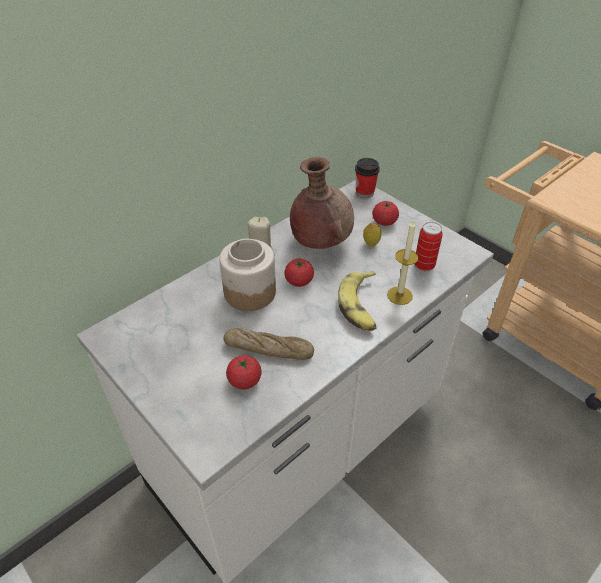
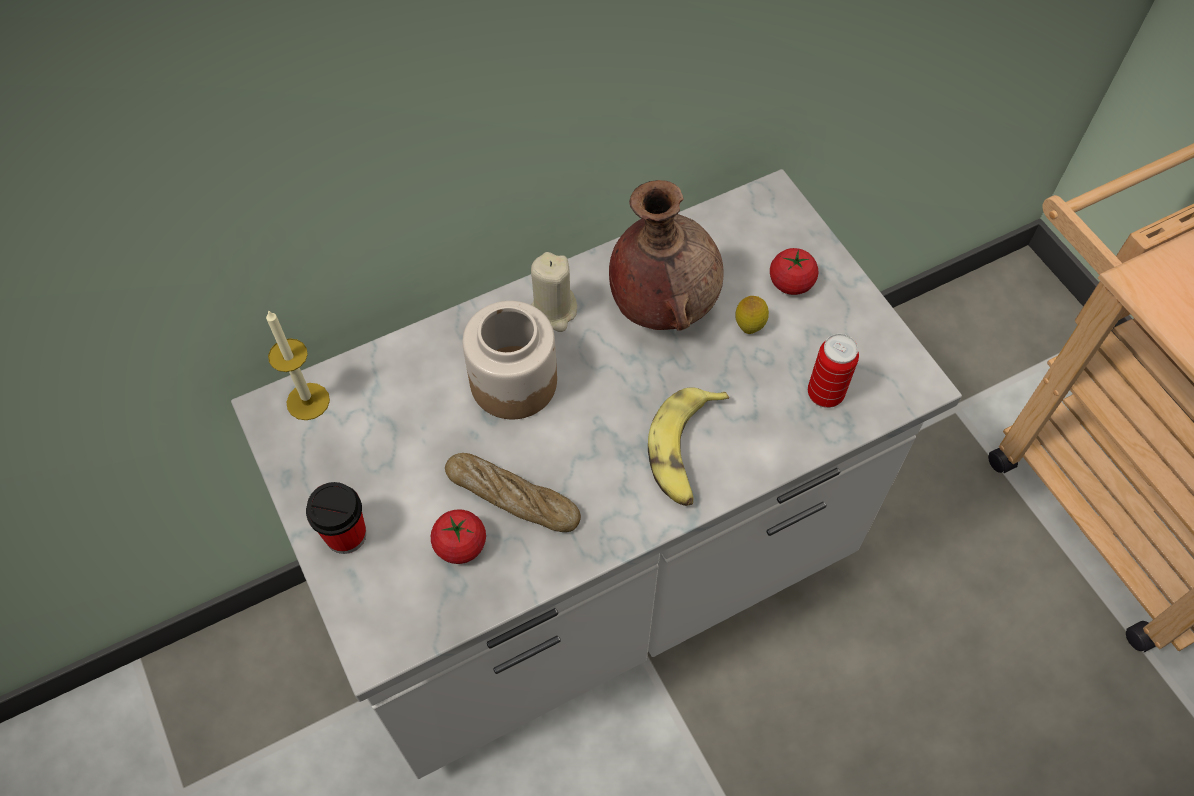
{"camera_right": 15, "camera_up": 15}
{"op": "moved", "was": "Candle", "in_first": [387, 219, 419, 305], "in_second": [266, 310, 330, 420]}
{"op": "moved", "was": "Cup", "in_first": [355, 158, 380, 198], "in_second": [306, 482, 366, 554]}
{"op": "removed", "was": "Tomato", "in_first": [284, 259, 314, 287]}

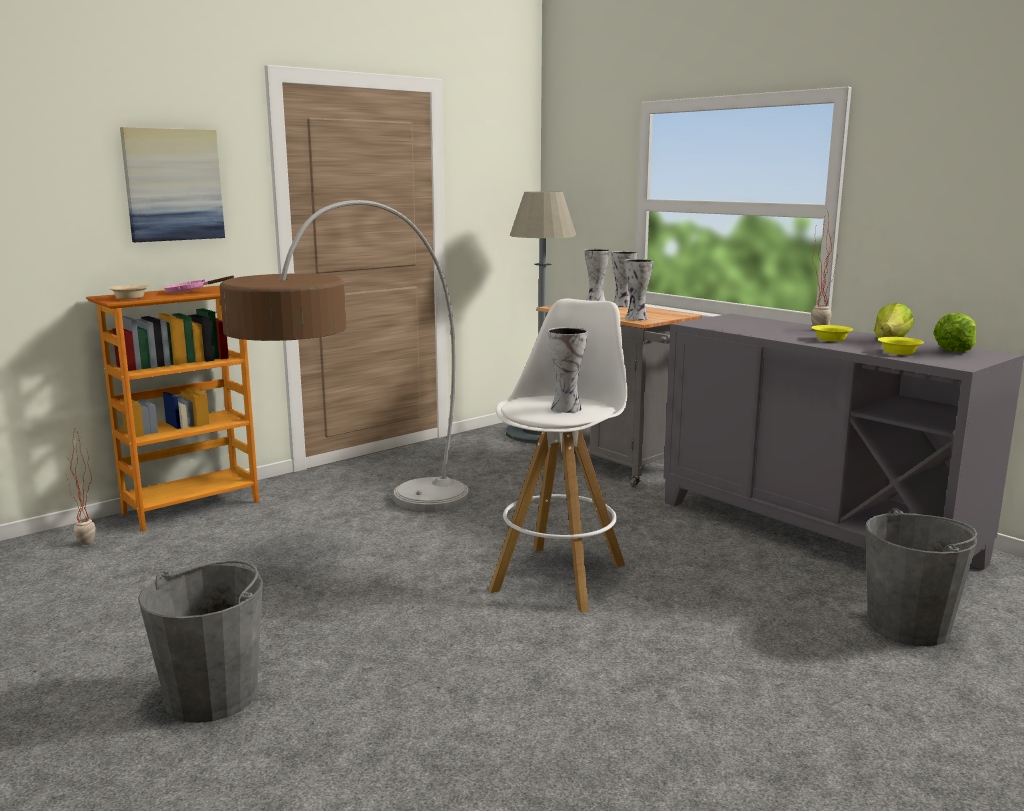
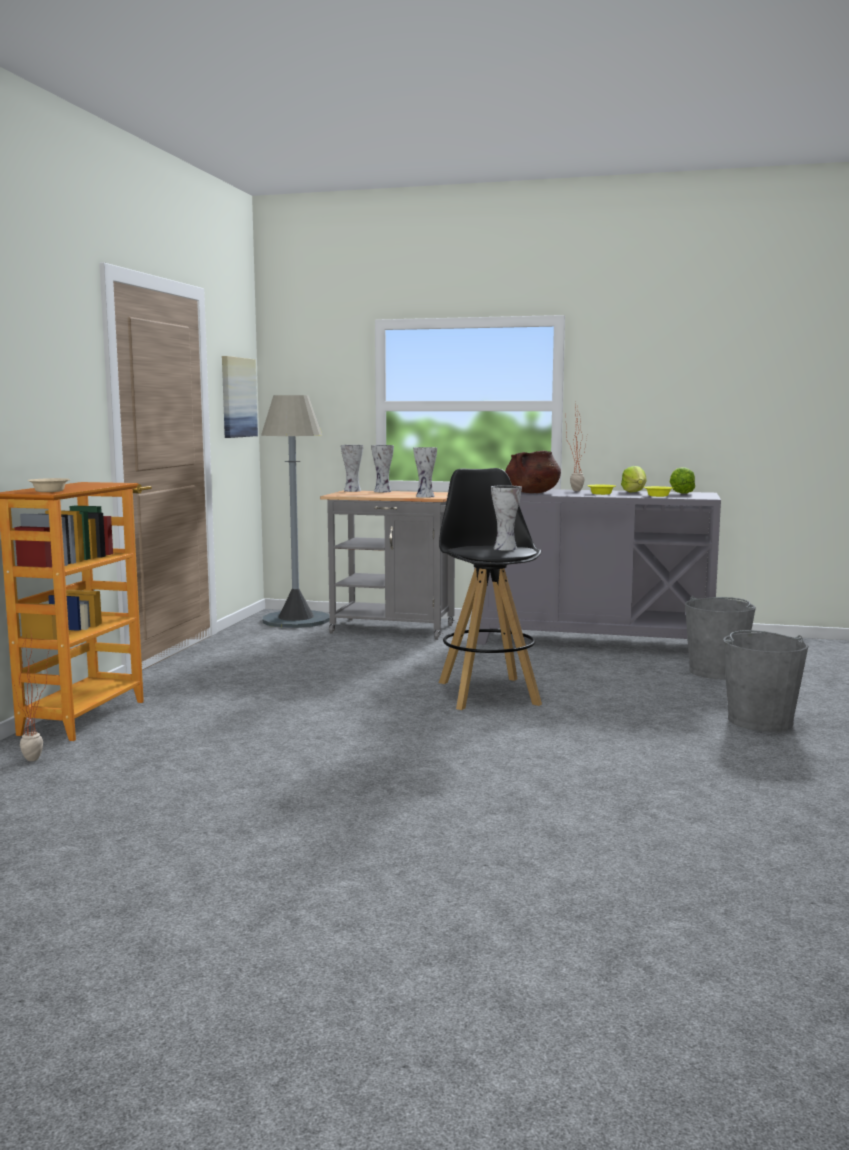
{"camera_right": -35, "camera_up": -5}
{"op": "moved", "was": "Picture", "in_first": [120, 127, 225, 242], "in_second": [222, 356, 258, 438]}
{"op": "recoloured", "was": "WhiteStool", "now": "BlackStool", "in_first": [489, 298, 627, 613], "in_second": [439, 468, 542, 710]}
{"op": "added", "now": "BrownCookingPot", "in_second": [505, 451, 561, 493]}
{"op": "moved", "was": "GreyBucket", "in_first": [138, 561, 263, 723], "in_second": [723, 630, 809, 732]}
{"op": "removed", "was": "PinkFryingPan", "in_first": [164, 276, 234, 293]}
{"op": "removed", "was": "FloorLamp", "in_first": [219, 200, 469, 512]}

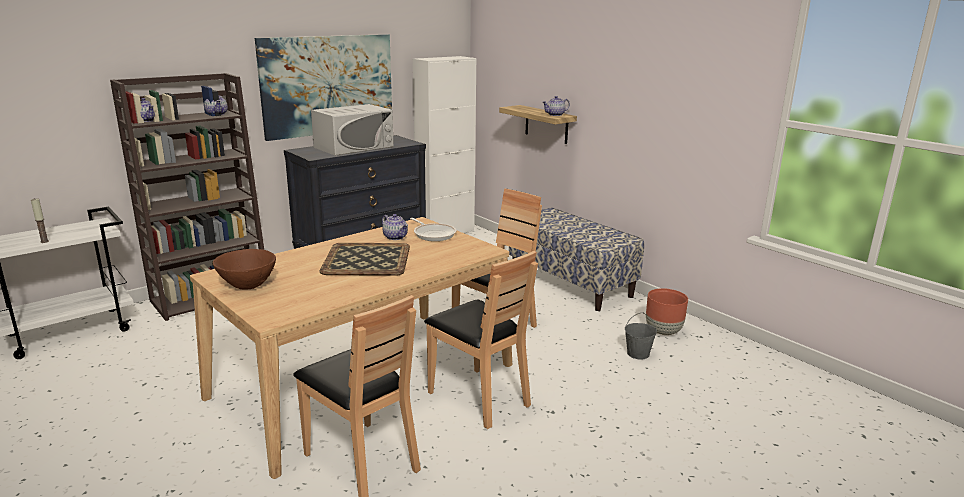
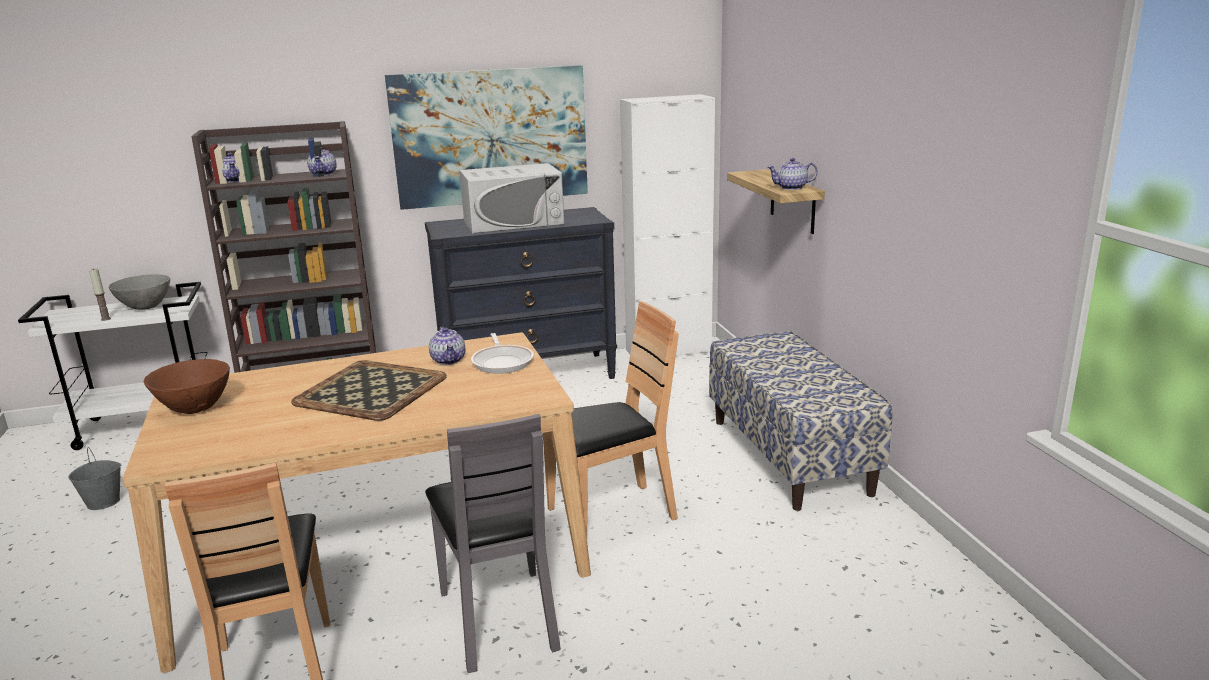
{"camera_right": 25, "camera_up": 0}
{"op": "moved", "was": "GreyBucket", "in_first": [625, 312, 657, 360], "in_second": [68, 447, 122, 510]}
{"op": "added", "now": "GreyBowl", "in_second": [109, 274, 170, 310]}
{"op": "recoloured", "was": "BrownChair", "now": "GreyChair", "in_first": [424, 251, 538, 429], "in_second": [425, 414, 561, 673]}
{"op": "removed", "was": "BrownPlanter", "in_first": [646, 288, 688, 335]}

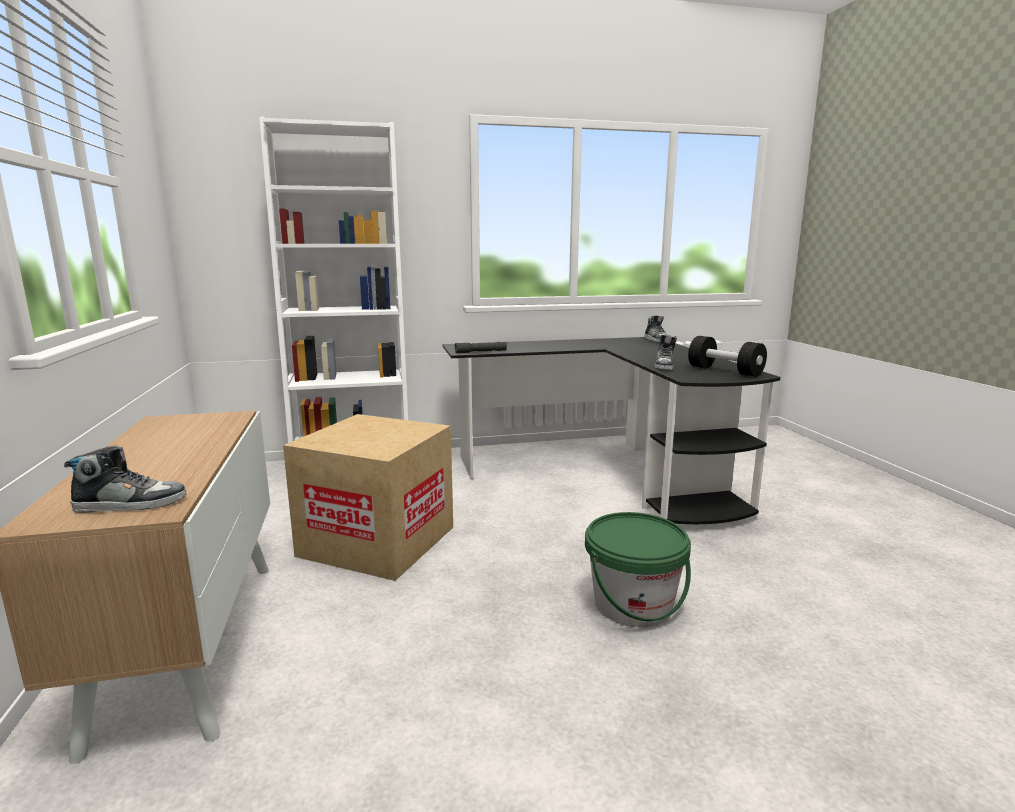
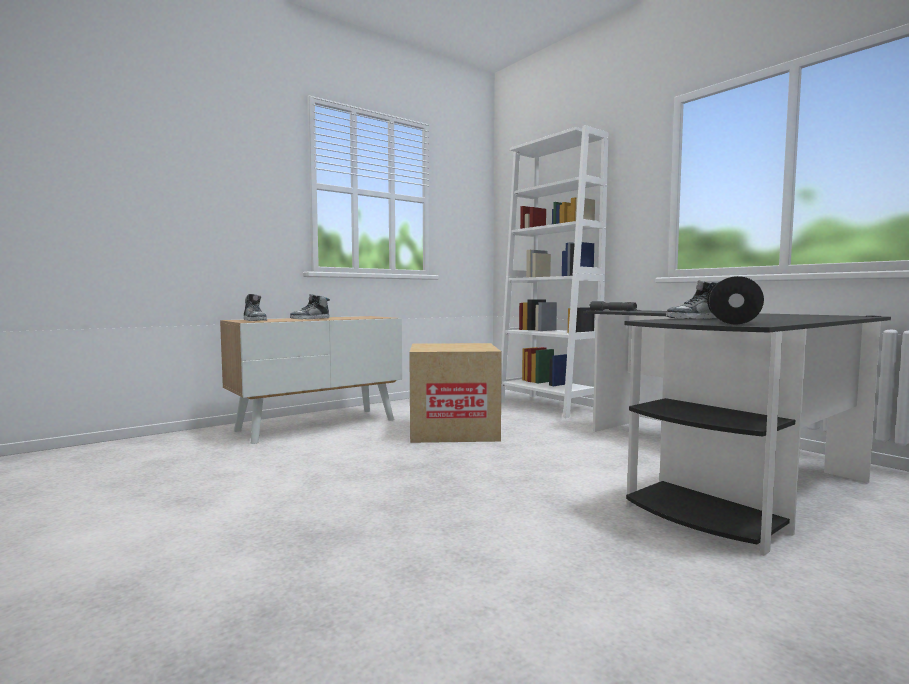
{"camera_right": 65, "camera_up": -10}
{"op": "moved", "was": "Shoe", "in_first": [645, 315, 670, 342], "in_second": [290, 294, 330, 319]}
{"op": "removed", "was": "GreenBucket", "in_first": [585, 512, 691, 627]}

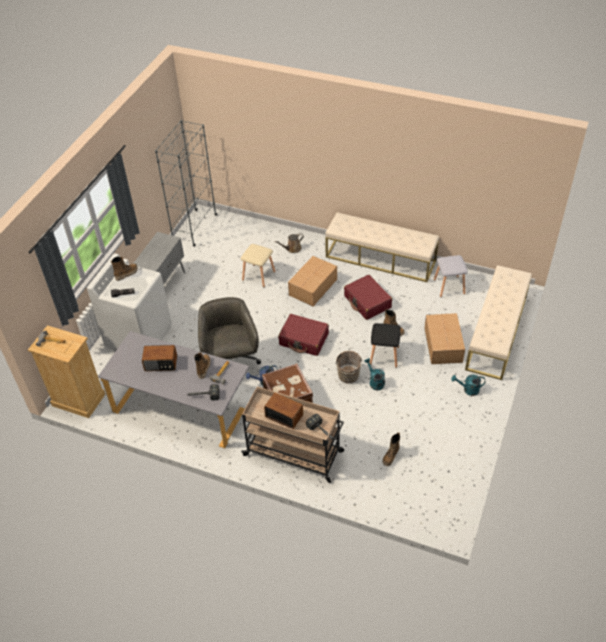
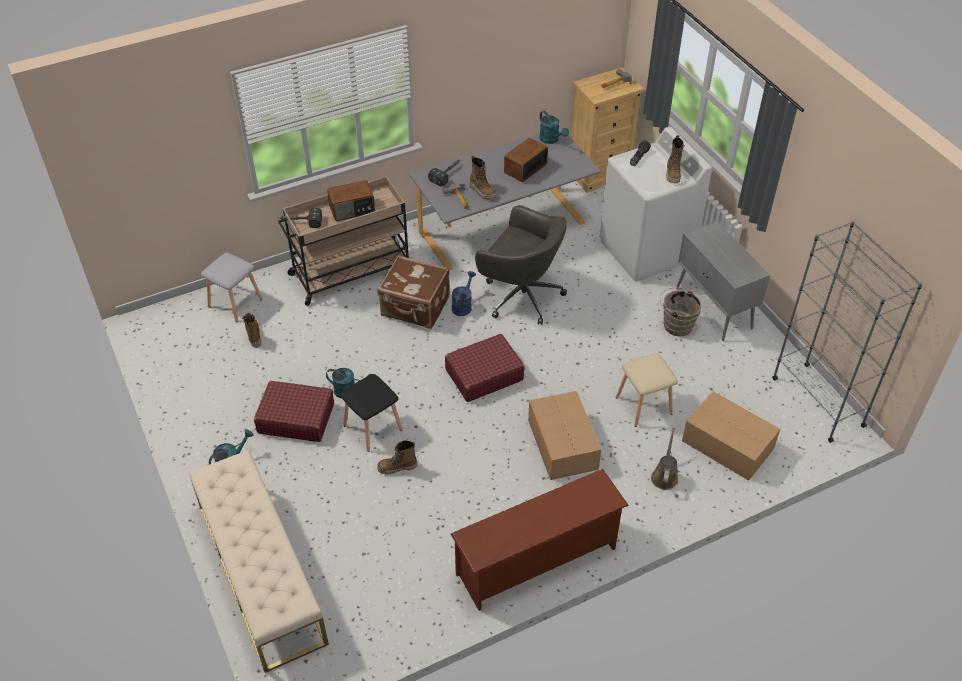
{"camera_right": 130, "camera_up": 0}
{"op": "moved", "was": "GreyStool", "in_first": [434, 255, 468, 297], "in_second": [201, 252, 263, 322]}
{"op": "moved", "was": "RedSuitcase", "in_first": [344, 275, 392, 320], "in_second": [254, 381, 334, 442]}
{"op": "replaced", "was": "BeigeBench", "now": "BrownShoeRack", "in_first": [325, 212, 439, 282], "in_second": [451, 469, 629, 611]}
{"op": "added", "now": "TurquoiseWateringCan", "in_second": [539, 111, 569, 144]}
{"op": "moved", "was": "BrownBucket", "in_first": [336, 351, 363, 384], "in_second": [660, 288, 702, 337]}
{"op": "moved", "was": "CardboardBox", "in_first": [424, 313, 465, 364], "in_second": [682, 391, 780, 481]}

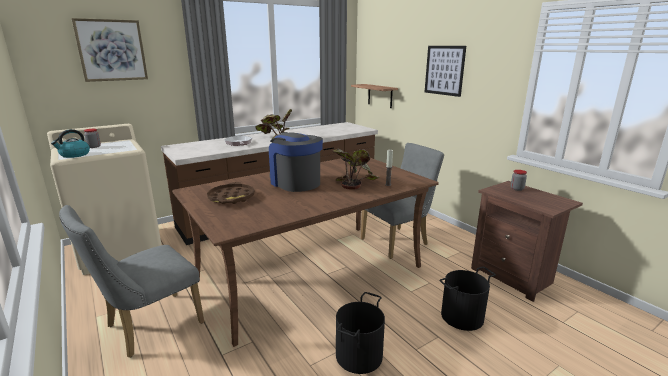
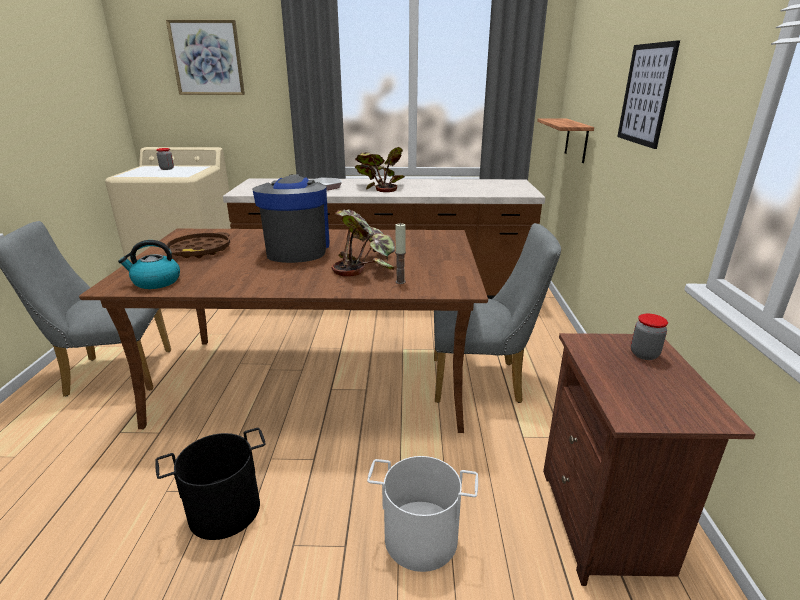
{"camera_right": 35, "camera_up": 5}
{"op": "moved", "was": "Kettle", "in_first": [51, 129, 90, 158], "in_second": [118, 240, 180, 289]}
{"op": "recoloured", "was": "BlackBucket", "now": "WhiteBucket", "in_first": [440, 267, 496, 331], "in_second": [367, 456, 478, 572]}

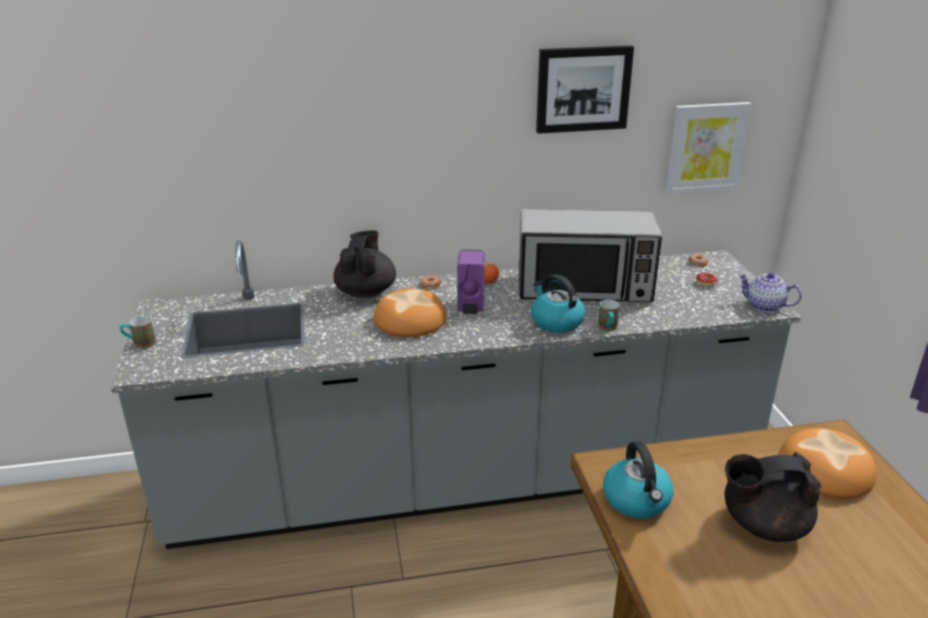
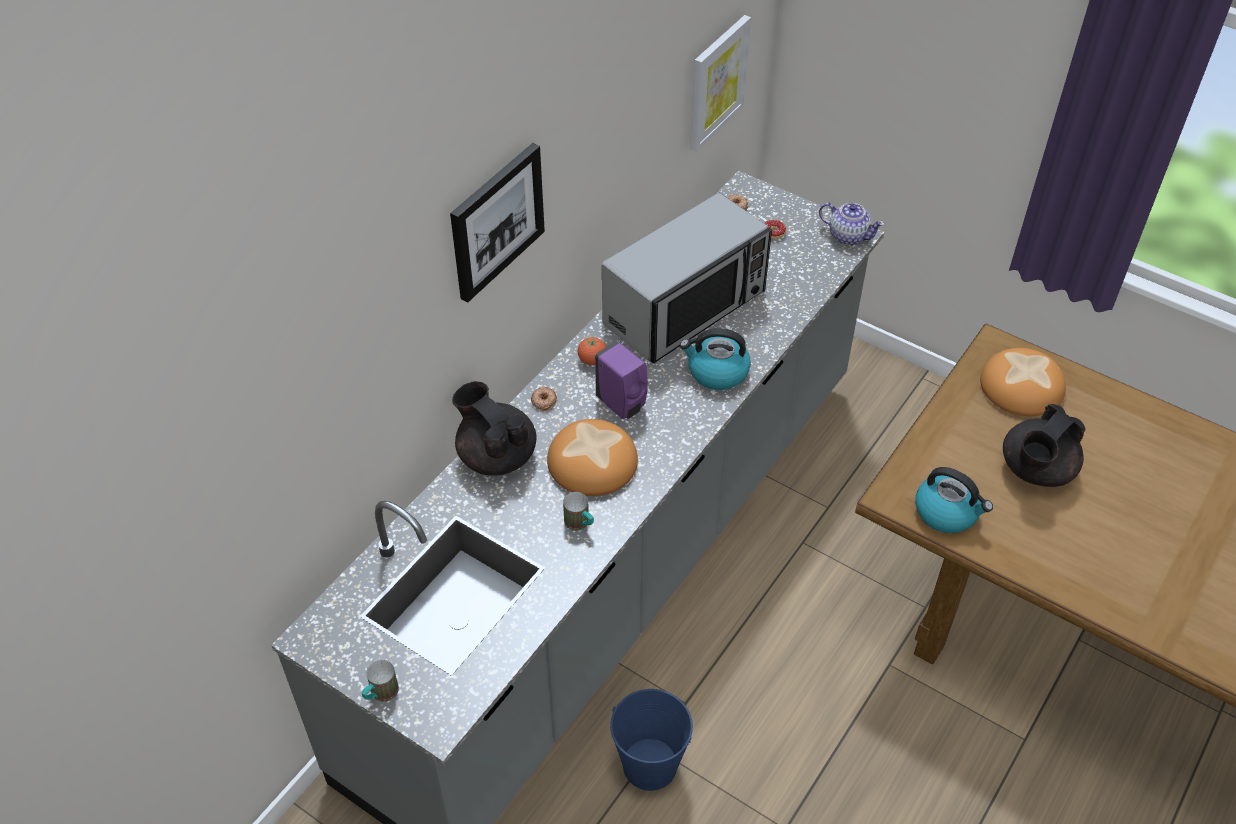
{"camera_right": -45, "camera_up": 20}
{"op": "moved", "was": "Picture", "in_first": [536, 45, 634, 134], "in_second": [450, 143, 545, 302]}
{"op": "moved", "was": "Mug", "in_first": [598, 299, 620, 332], "in_second": [563, 492, 594, 531]}
{"op": "added", "now": "BlueBucket", "in_second": [610, 689, 693, 791]}
{"op": "turned", "was": "Teapot", "in_first": [738, 272, 802, 312], "in_second": [819, 202, 885, 245], "clockwise": -135}

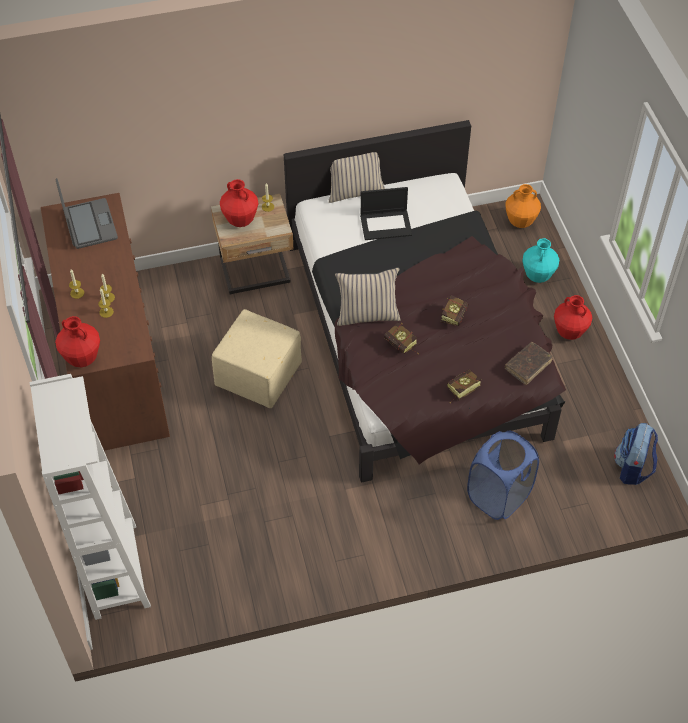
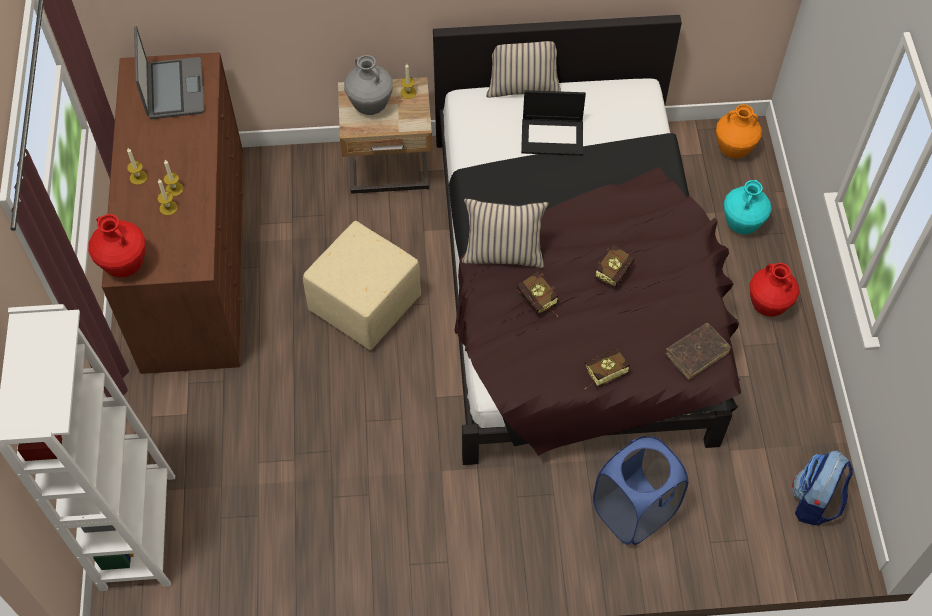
{"camera_right": 10, "camera_up": 5}
{"op": "recoloured", "was": "RedVase", "now": "GreyVase", "in_first": [220, 179, 258, 227], "in_second": [344, 55, 393, 115]}

